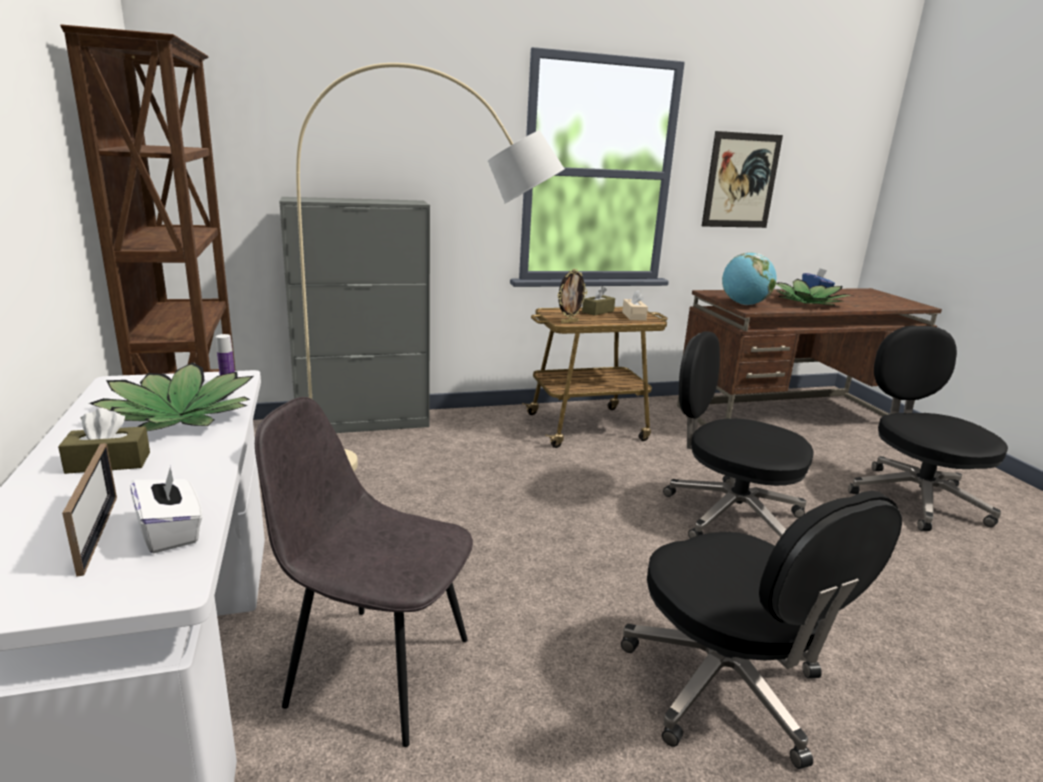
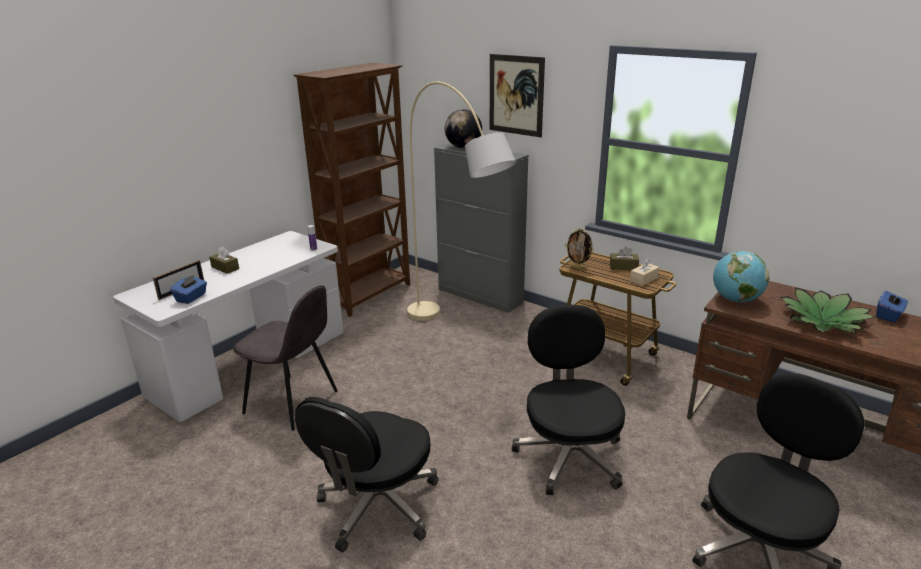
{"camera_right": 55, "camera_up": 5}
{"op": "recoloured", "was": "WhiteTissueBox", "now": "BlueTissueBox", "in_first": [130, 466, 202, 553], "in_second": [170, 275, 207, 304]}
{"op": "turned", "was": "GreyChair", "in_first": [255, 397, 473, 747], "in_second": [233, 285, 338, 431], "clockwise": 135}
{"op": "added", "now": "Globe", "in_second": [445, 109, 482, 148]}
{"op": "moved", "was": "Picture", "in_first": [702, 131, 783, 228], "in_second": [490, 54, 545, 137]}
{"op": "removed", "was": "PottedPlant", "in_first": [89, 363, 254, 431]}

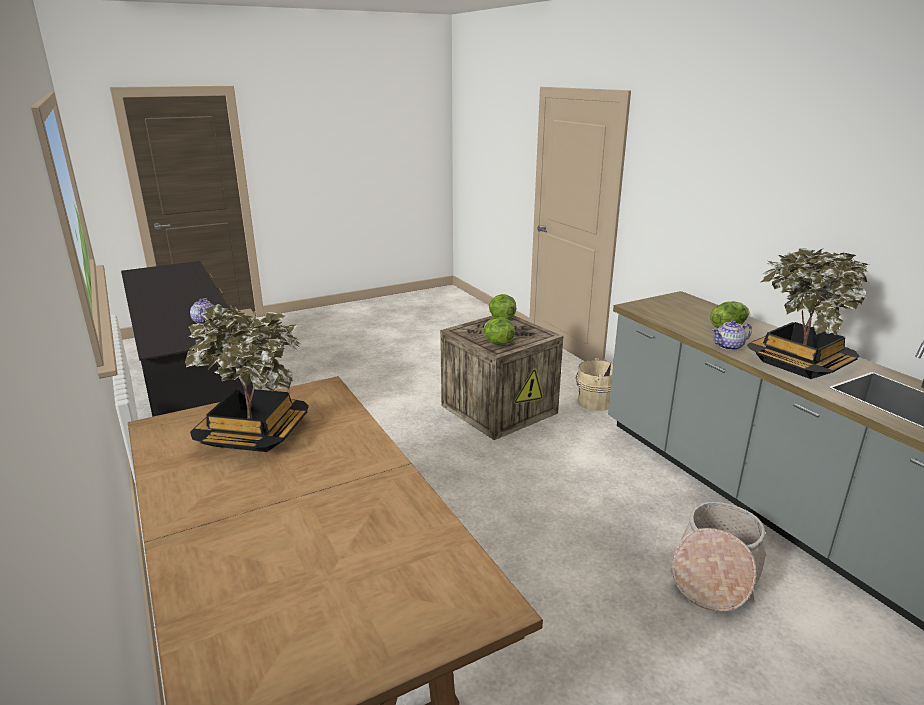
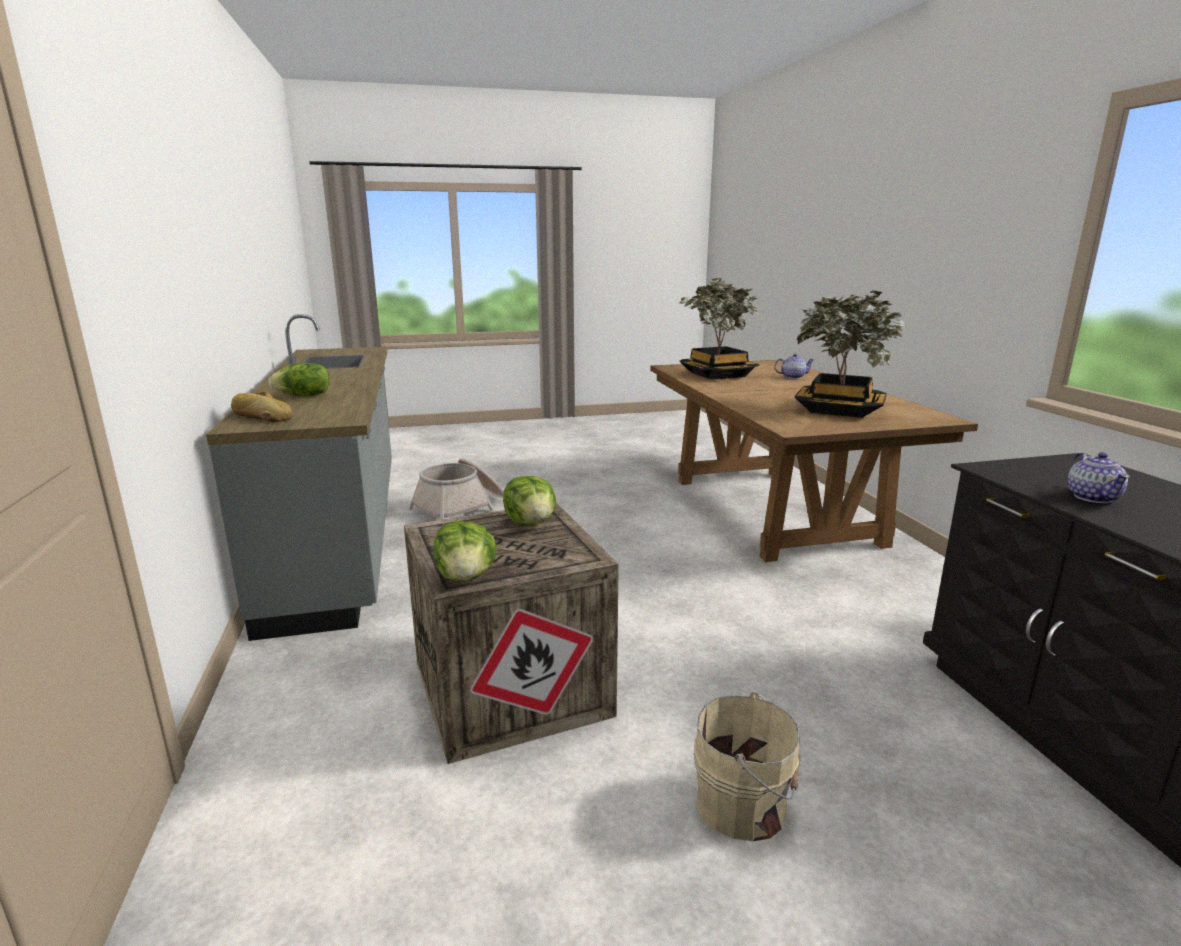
{"camera_right": -165, "camera_up": -5}
{"op": "added", "now": "Bread", "in_second": [231, 392, 293, 422]}
{"op": "moved", "was": "PottedPlant", "in_first": [747, 248, 869, 379], "in_second": [678, 278, 759, 380]}
{"op": "moved", "was": "BeigeBucket", "in_first": [576, 358, 613, 411], "in_second": [694, 692, 801, 841]}
{"op": "moved", "was": "Teapot", "in_first": [712, 320, 752, 351], "in_second": [774, 354, 815, 379]}

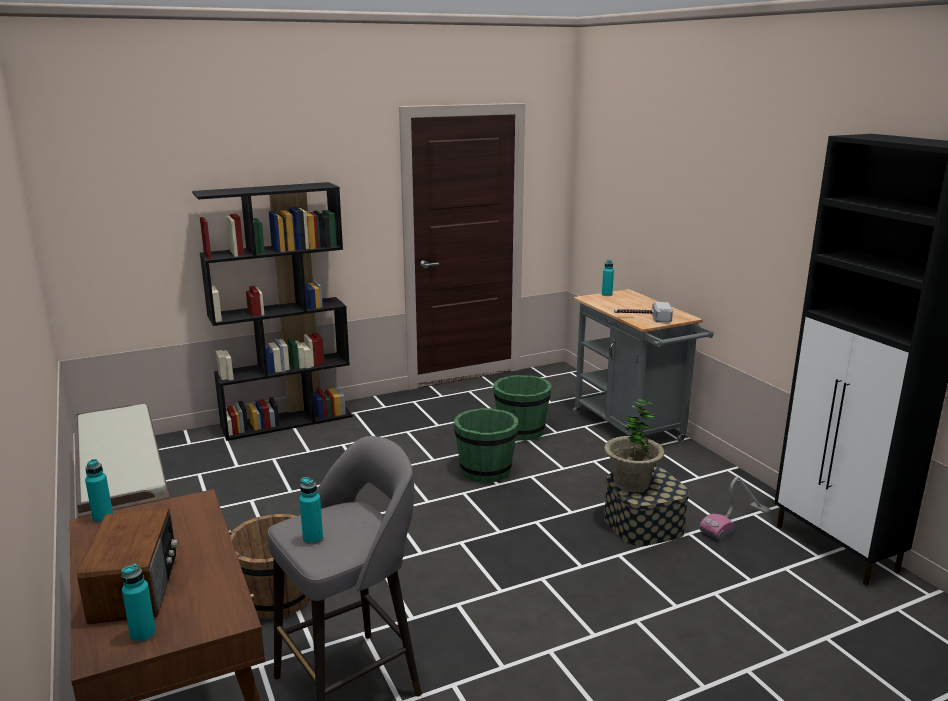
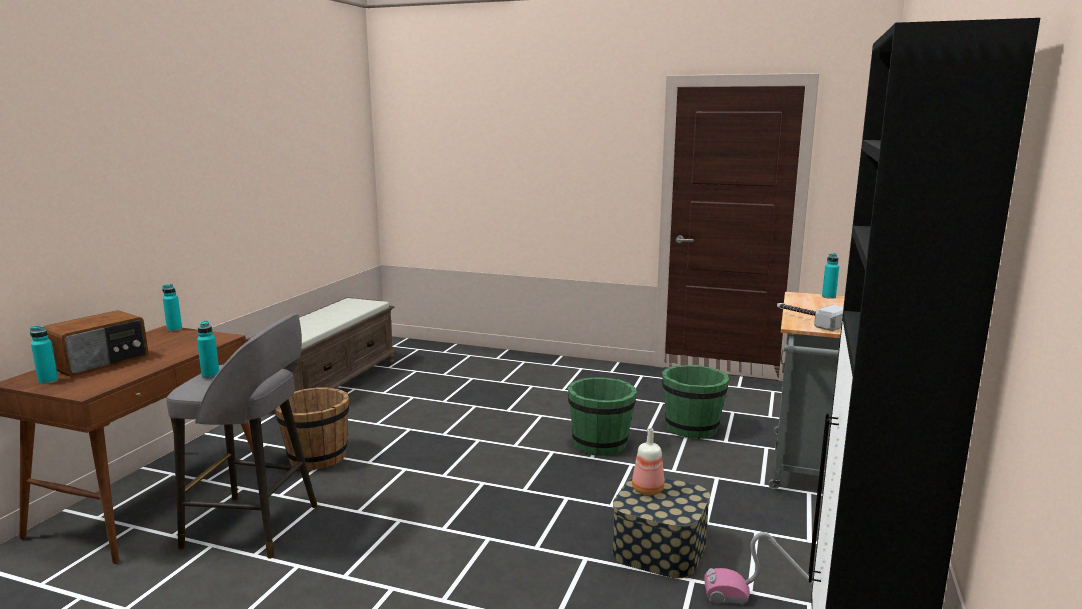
{"camera_right": 45, "camera_up": -5}
{"op": "replaced", "was": "PottedPlant", "now": "Bottle", "in_first": [604, 399, 665, 492], "in_second": [632, 428, 664, 495]}
{"op": "removed", "was": "BlackBookcase", "in_first": [192, 182, 353, 441]}

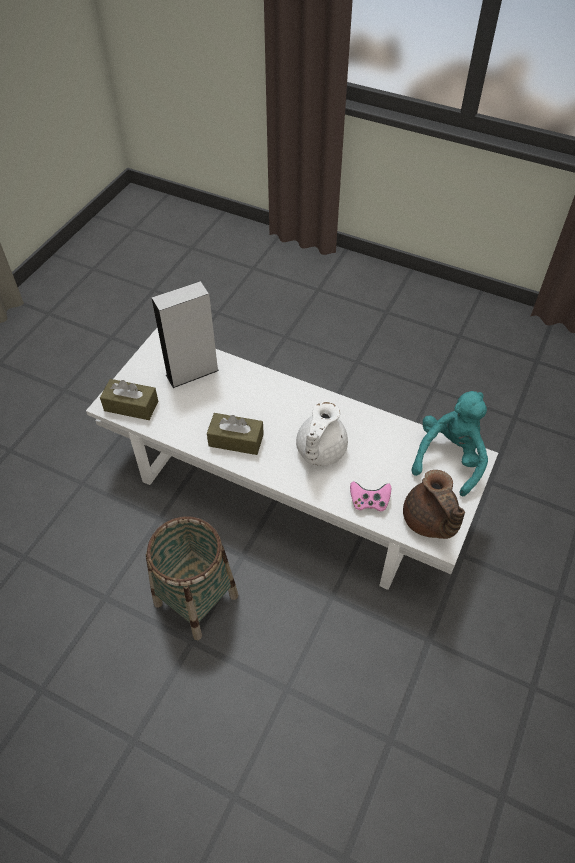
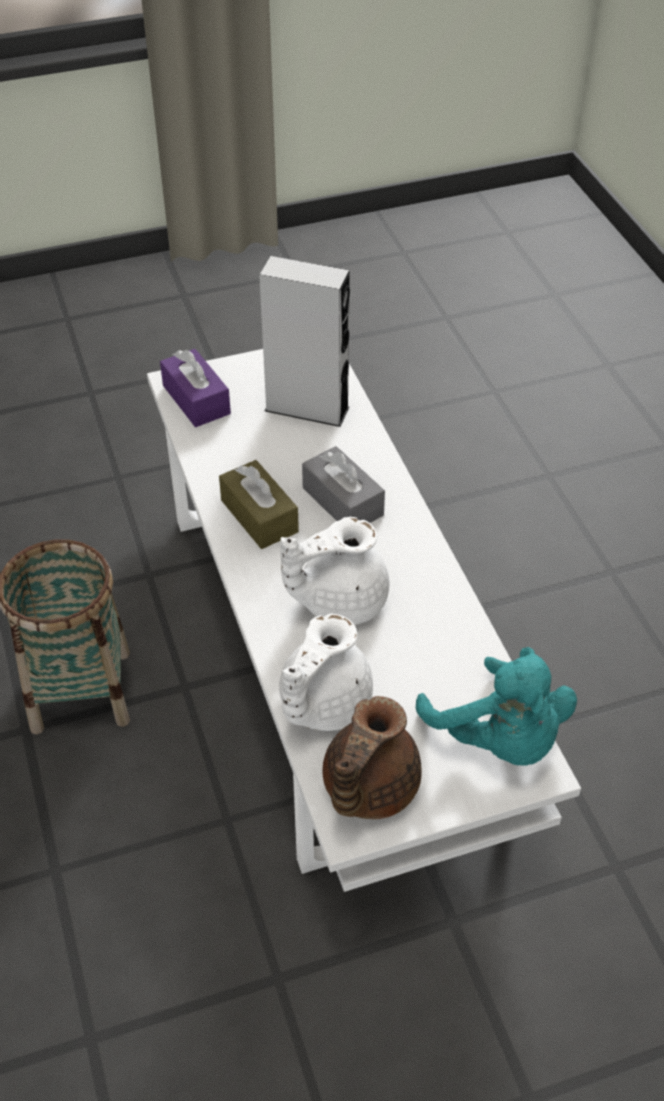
{"camera_right": 45, "camera_up": -5}
{"op": "recoloured", "was": "BrownTissueBox", "now": "PurpleTissueBox", "in_first": [100, 379, 158, 420], "in_second": [160, 349, 231, 427]}
{"op": "replaced", "was": "PinkGameController", "now": "WhiteTeapot", "in_first": [350, 482, 391, 511], "in_second": [279, 613, 373, 731]}
{"op": "added", "now": "GreyTissueBox", "in_second": [302, 446, 385, 523]}
{"op": "turned", "was": "TurquoisePlushToy", "in_first": [411, 391, 488, 497], "in_second": [416, 647, 577, 766], "clockwise": 75}

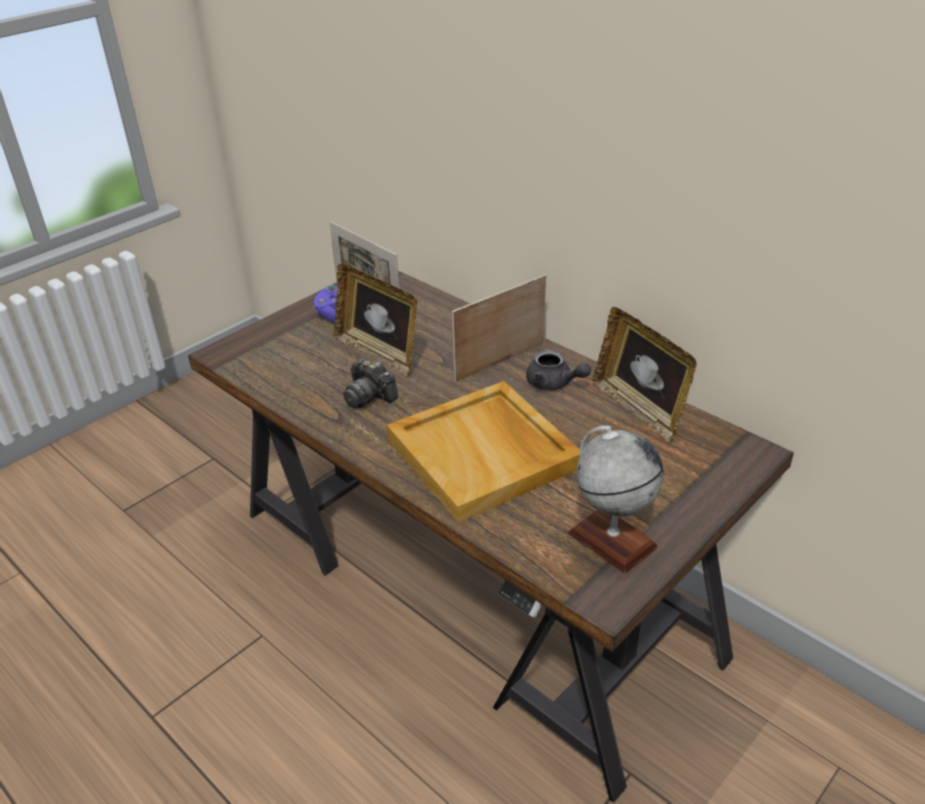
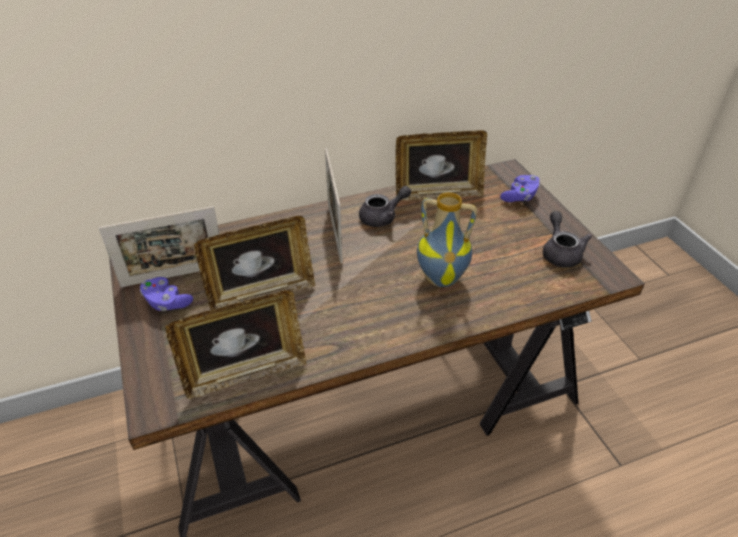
{"camera_right": -65, "camera_up": 5}
{"op": "added", "now": "PictureFrame", "in_second": [165, 290, 306, 399]}
{"op": "replaced", "was": "BeigeTray", "now": "Vase", "in_first": [387, 381, 580, 523], "in_second": [417, 192, 477, 287]}
{"op": "added", "now": "PurpleGameController", "in_second": [500, 175, 540, 202]}
{"op": "replaced", "was": "Globe", "now": "GreyTeapot", "in_first": [568, 426, 664, 573], "in_second": [543, 211, 592, 268]}
{"op": "removed", "was": "PhotoCamera", "in_first": [343, 358, 398, 408]}

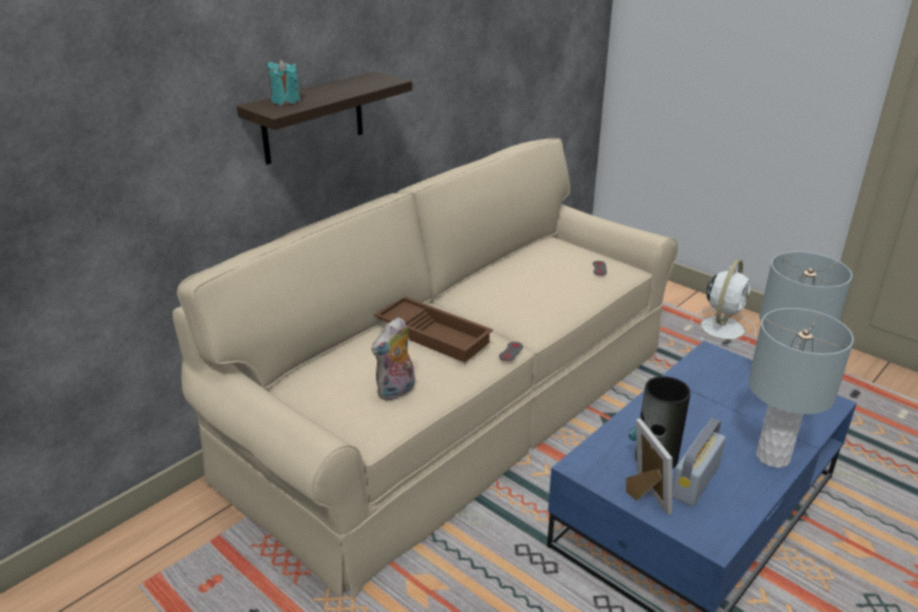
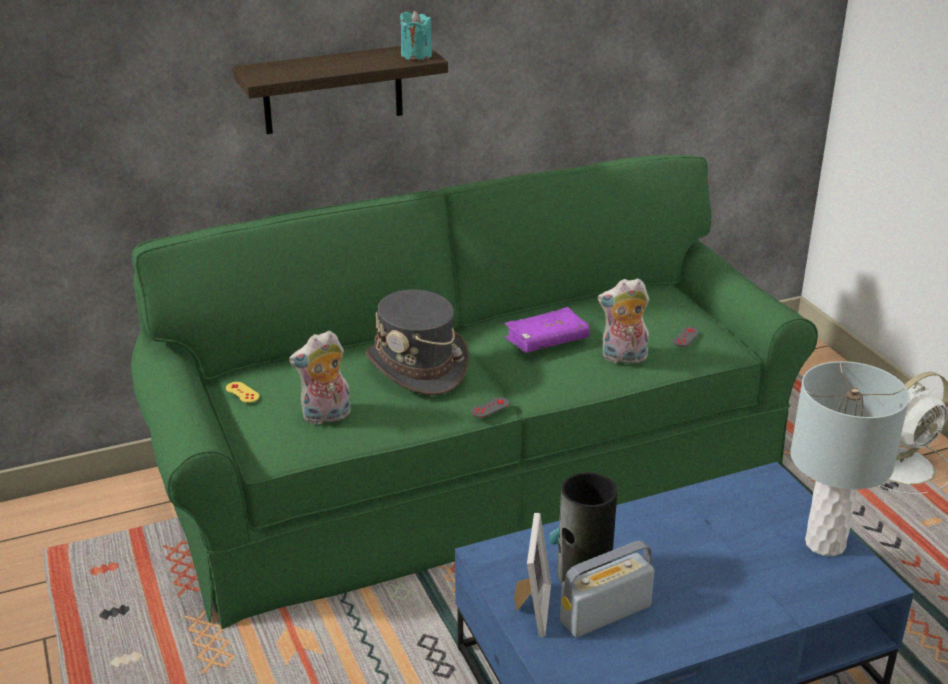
{"camera_right": 25, "camera_up": 0}
{"op": "recoloured", "was": "BeigeSofa", "now": "GreenSofa", "in_first": [172, 138, 678, 599], "in_second": [131, 155, 818, 629]}
{"op": "added", "now": "YellowGameController", "in_second": [226, 382, 260, 403]}
{"op": "replaced", "was": "BrownTray", "now": "GreyHat", "in_first": [374, 297, 493, 363], "in_second": [365, 289, 469, 395]}
{"op": "moved", "was": "TurquoiseCandle", "in_first": [267, 60, 300, 106], "in_second": [400, 11, 432, 61]}
{"op": "added", "now": "PurpleBook", "in_second": [504, 307, 590, 353]}
{"op": "added", "now": "PlushToy", "in_second": [598, 278, 650, 364]}
{"op": "removed", "was": "GreyTableLamp", "in_first": [748, 308, 854, 468]}

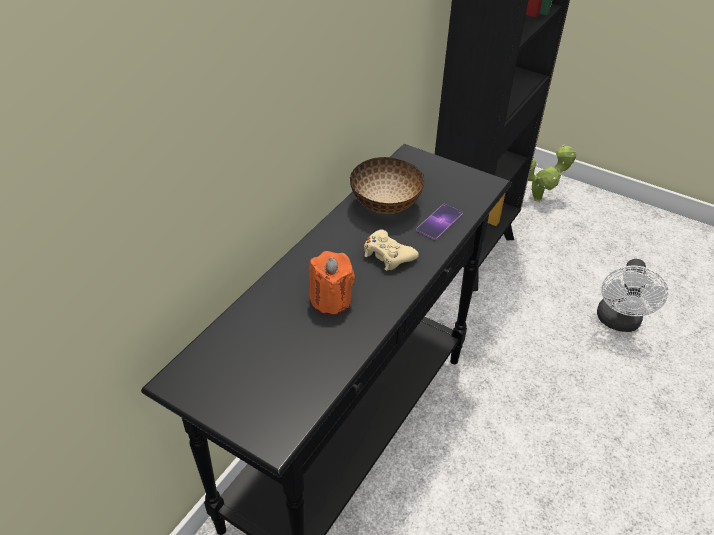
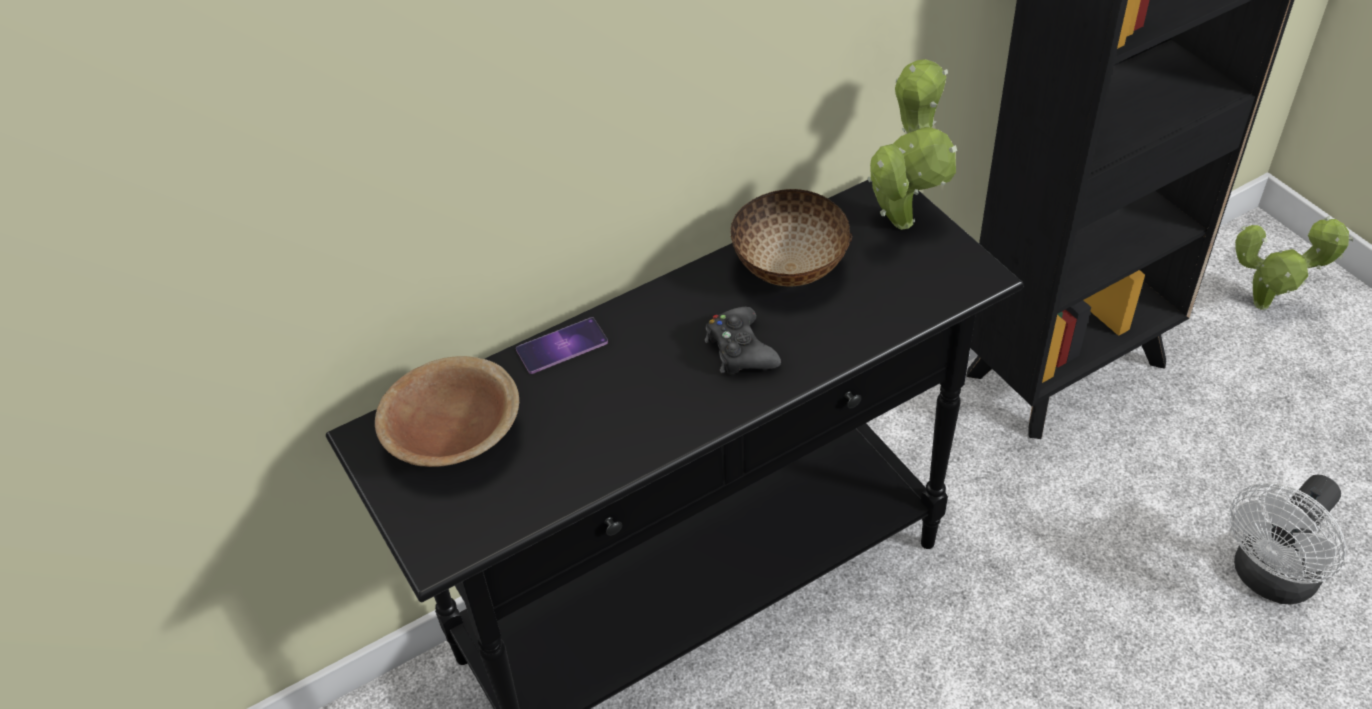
{"camera_right": 30, "camera_up": 5}
{"op": "added", "now": "BrownBowl", "in_second": [375, 356, 519, 467]}
{"op": "moved", "was": "Phone", "in_first": [416, 204, 463, 240], "in_second": [516, 317, 608, 374]}
{"op": "recoloured", "was": "BeigeGameController", "now": "BlackGameController", "in_first": [364, 229, 419, 271], "in_second": [705, 307, 781, 374]}
{"op": "added", "now": "PottedPlant", "in_second": [867, 59, 957, 230]}
{"op": "removed", "was": "OrangeCandle", "in_first": [309, 251, 355, 314]}

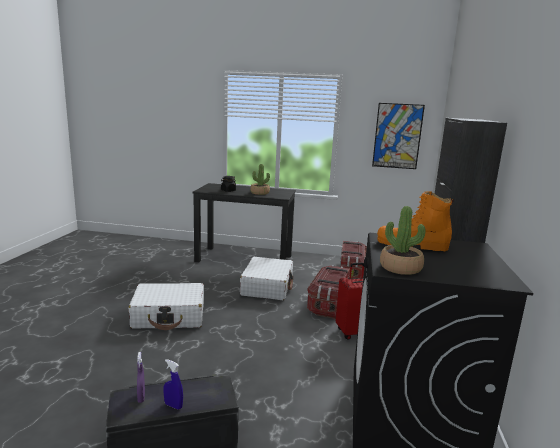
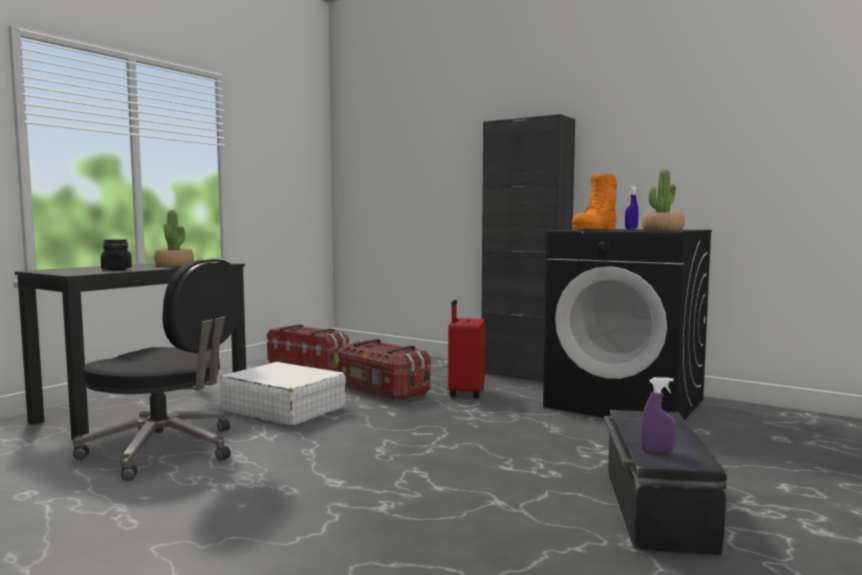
{"camera_right": -65, "camera_up": -10}
{"op": "added", "now": "BlackOfficeChair", "in_second": [73, 259, 242, 481]}
{"op": "moved", "was": "BlueSprayBottle", "in_first": [164, 359, 183, 410], "in_second": [625, 186, 639, 229]}
{"op": "removed", "was": "WhiteSuitcase", "in_first": [128, 283, 204, 330]}
{"op": "removed", "was": "Picture", "in_first": [372, 103, 425, 169]}

